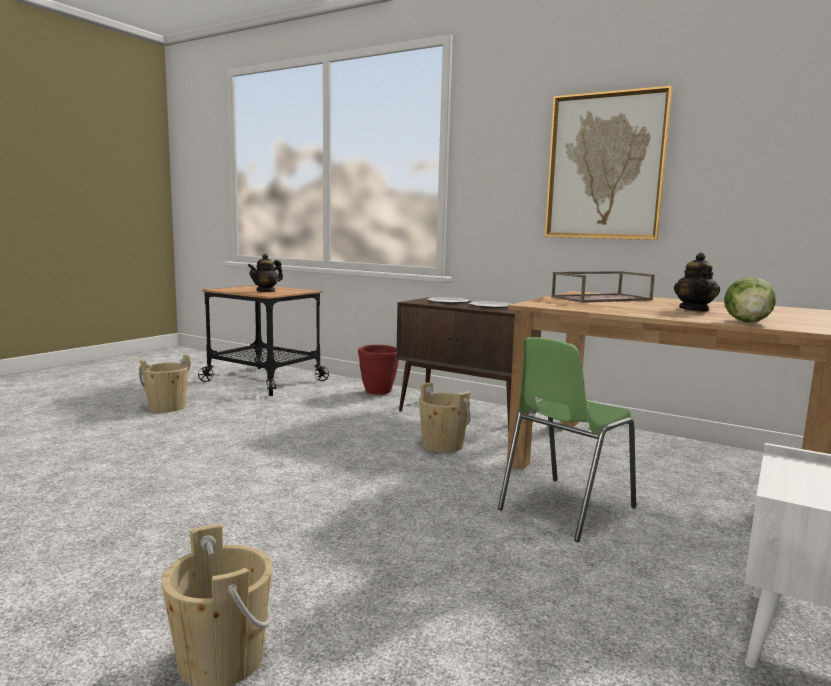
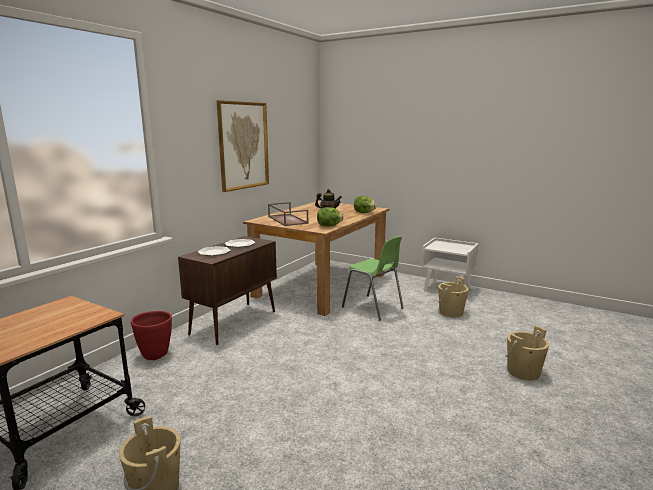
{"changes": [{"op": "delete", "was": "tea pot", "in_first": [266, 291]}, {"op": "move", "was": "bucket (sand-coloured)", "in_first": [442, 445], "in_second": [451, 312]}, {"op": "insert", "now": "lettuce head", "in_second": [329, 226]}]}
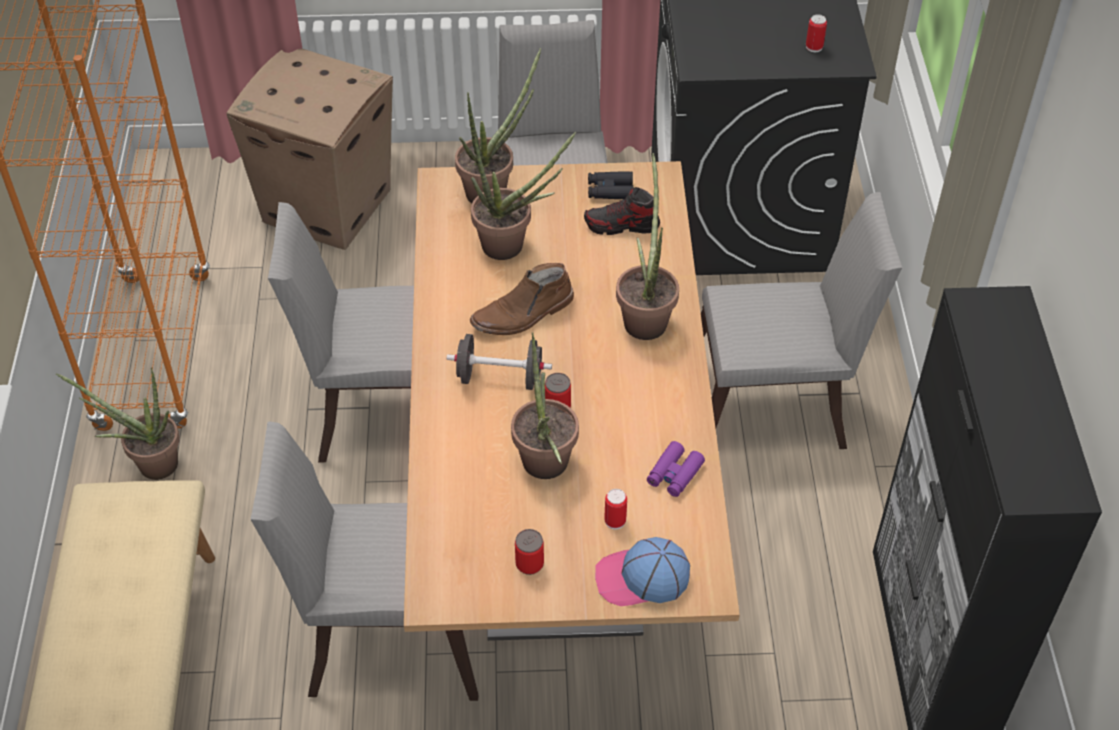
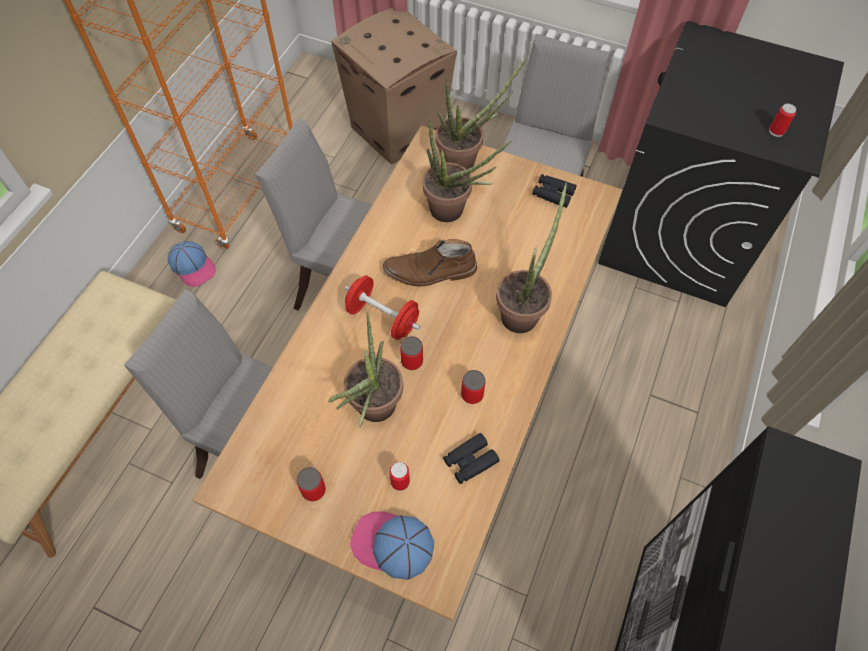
{"changes": [{"op": "delete", "was": "shoe", "in_first": [621, 225]}, {"op": "delete", "was": "upright chair (gray)", "in_first": [775, 403]}, {"op": "recolor", "was": "hand weight (blackish)", "now": "hand weight (red)", "in_first": [500, 378], "in_second": [383, 318]}, {"op": "replace", "was": "plant in a pot", "now": "cap", "in_first": [149, 464], "in_second": [193, 266]}, {"op": "recolor", "was": "binoculars (purple-coloured)", "now": "binoculars (blackish)", "in_first": [674, 474], "in_second": [470, 461]}, {"op": "insert", "now": "metal can", "in_second": [472, 394]}]}
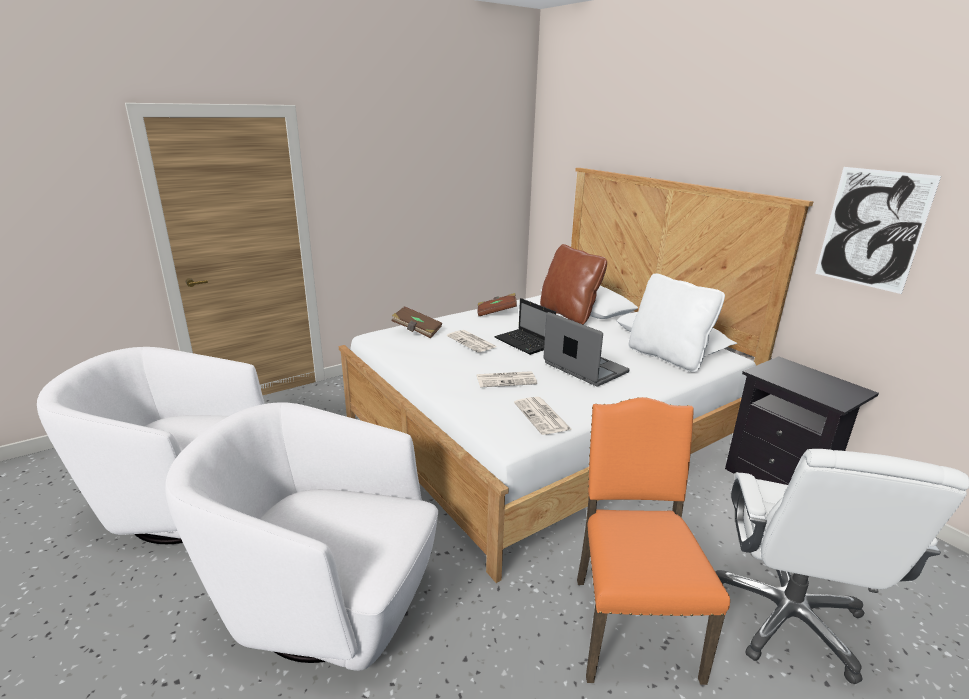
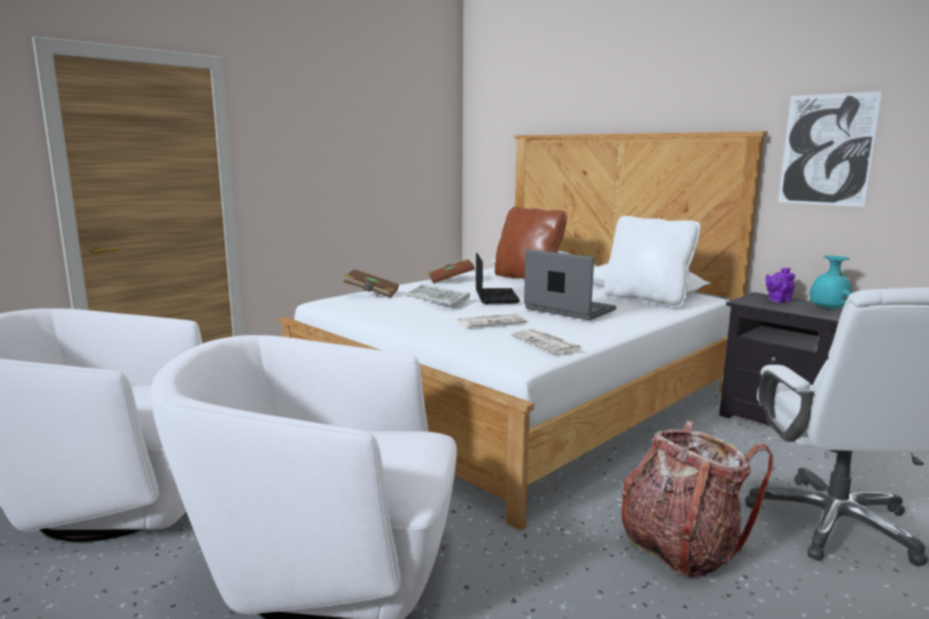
{"changes": [{"op": "rotate", "was": "notebook computer", "in_first": [525, 343], "in_second": [495, 297], "clockwise": -135}, {"op": "replace", "was": "printed paper", "now": "computer keyboard", "in_first": [472, 342], "in_second": [438, 298]}, {"op": "replace", "was": "upright chair (orange)", "now": "knapsack", "in_first": [630, 623], "in_second": [680, 547]}, {"op": "insert", "now": "flower vase (turquoise-coloured)", "in_second": [827, 310]}, {"op": "insert", "now": "tea pot (purple-coloured)", "in_second": [777, 301]}]}
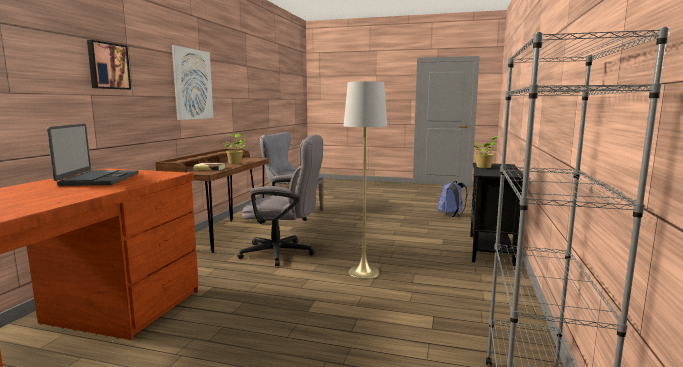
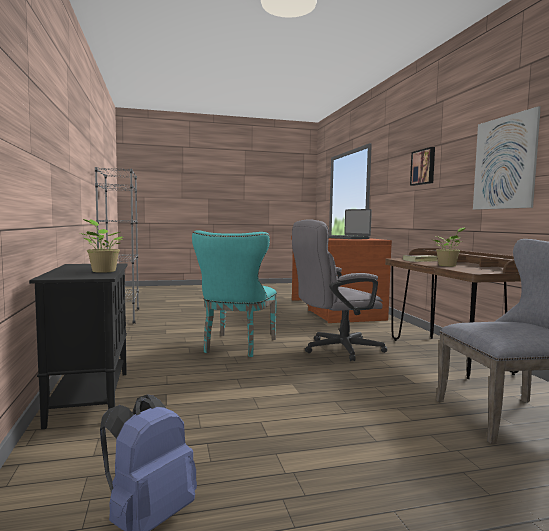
{"changes": [{"op": "replace", "was": "standard lamp (gray)", "now": "upright chair (turquoise-coloured)", "in_first": [363, 273], "in_second": [237, 347]}]}
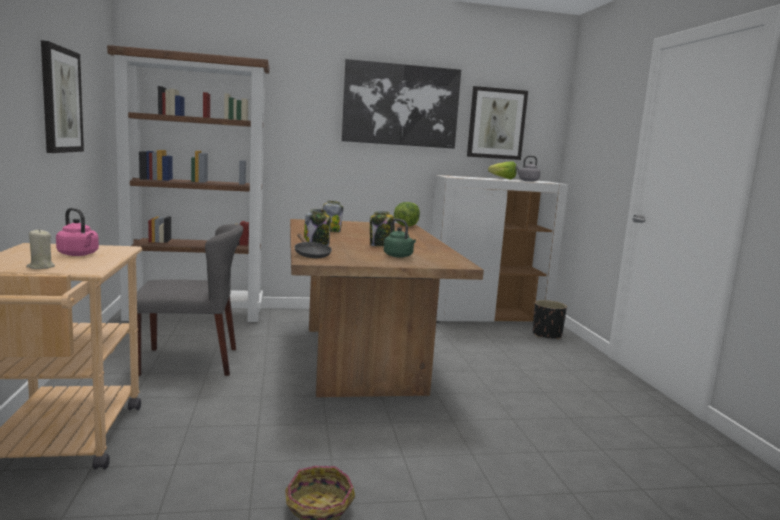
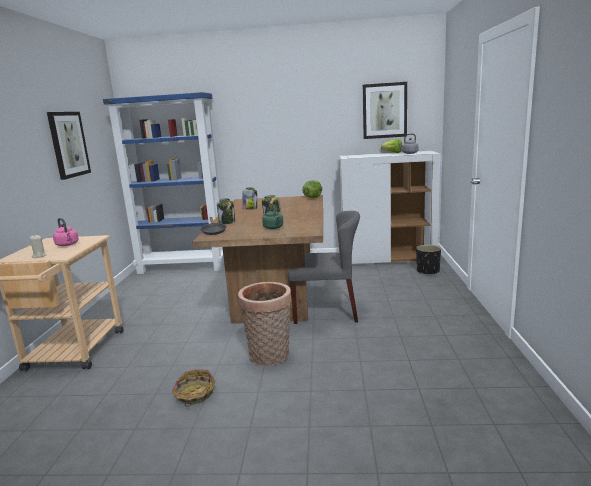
{"changes": [{"op": "recolor", "was": "bookcase (brown-coloured)", "now": "bookcase (bluish)", "in_first": [195, 314], "in_second": [184, 267]}, {"op": "delete", "was": "wall picture", "in_first": [401, 105]}, {"op": "move", "was": "upright chair (gray)", "in_first": [190, 361], "in_second": [326, 311]}, {"op": "insert", "now": "household basket", "in_second": [270, 357]}]}
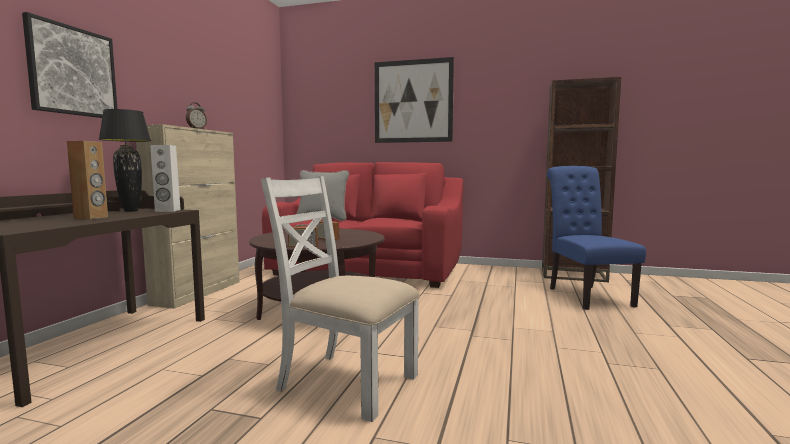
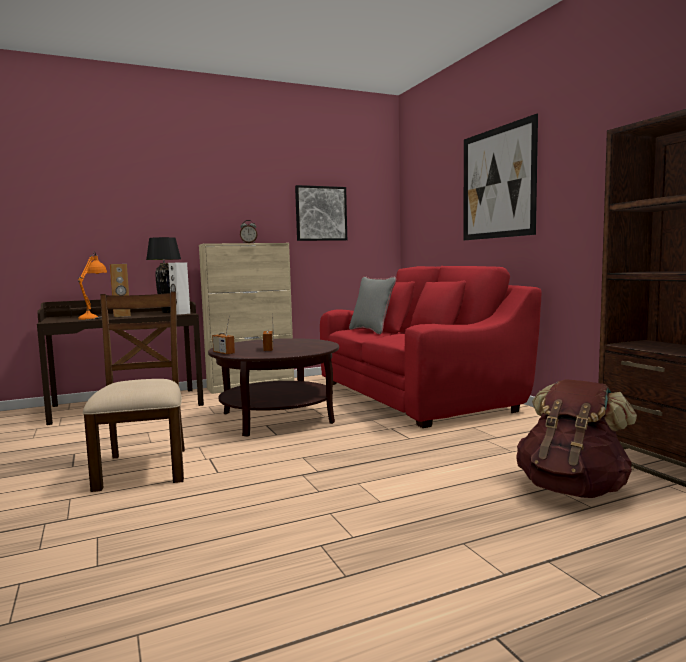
{"changes": [{"op": "move", "was": "wall picture", "in_first": [72, 71], "in_second": [321, 213]}, {"op": "replace", "was": "upright chair (bluish)", "now": "knapsack (brown-coloured)", "in_first": [586, 295], "in_second": [572, 489]}, {"op": "recolor", "was": "upright chair (white-coloured)", "now": "upright chair (brown-coloured)", "in_first": [346, 382], "in_second": [144, 468]}, {"op": "insert", "now": "lamp for a table (orange)", "in_second": [94, 317]}]}
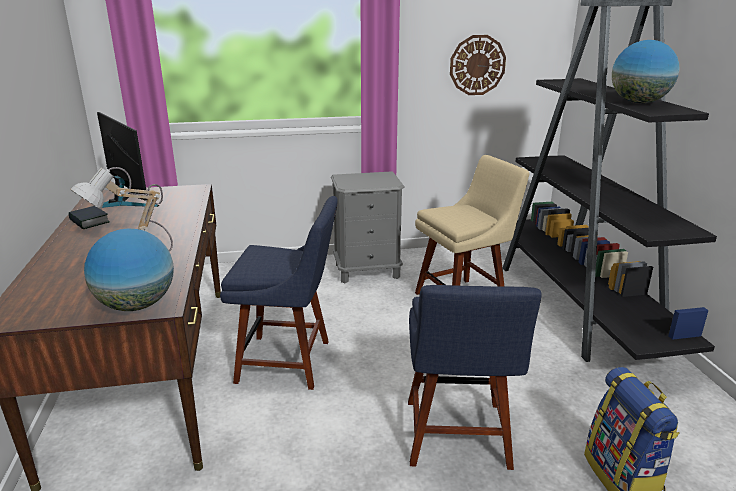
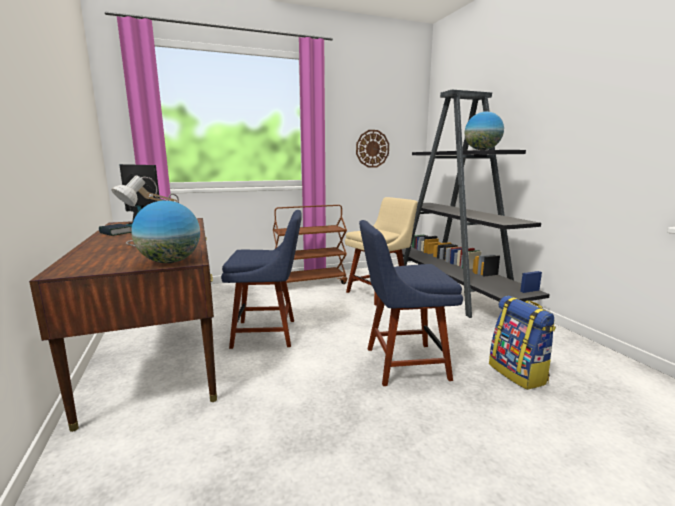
{"changes": [{"op": "replace", "was": "nightstand (gray)", "now": "wheeled cart (brown-coloured)", "in_first": [367, 271], "in_second": [310, 283]}, {"op": "rotate", "was": "upright chair (bluish)", "in_first": [457, 438], "in_second": [401, 364], "clockwise": 90}]}
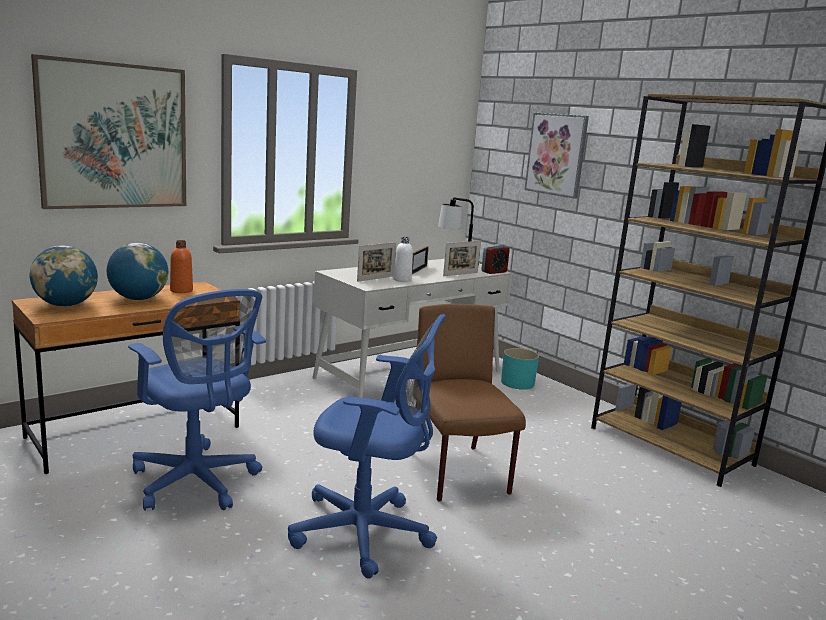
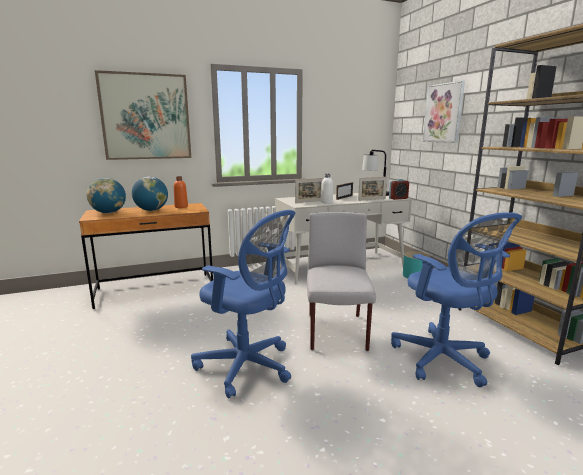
{"changes": [{"op": "move", "was": "desk chair (bluish)", "in_first": [197, 483], "in_second": [443, 360]}, {"op": "recolor", "was": "upright chair (brown-coloured)", "now": "upright chair (gray)", "in_first": [458, 474], "in_second": [337, 332]}]}
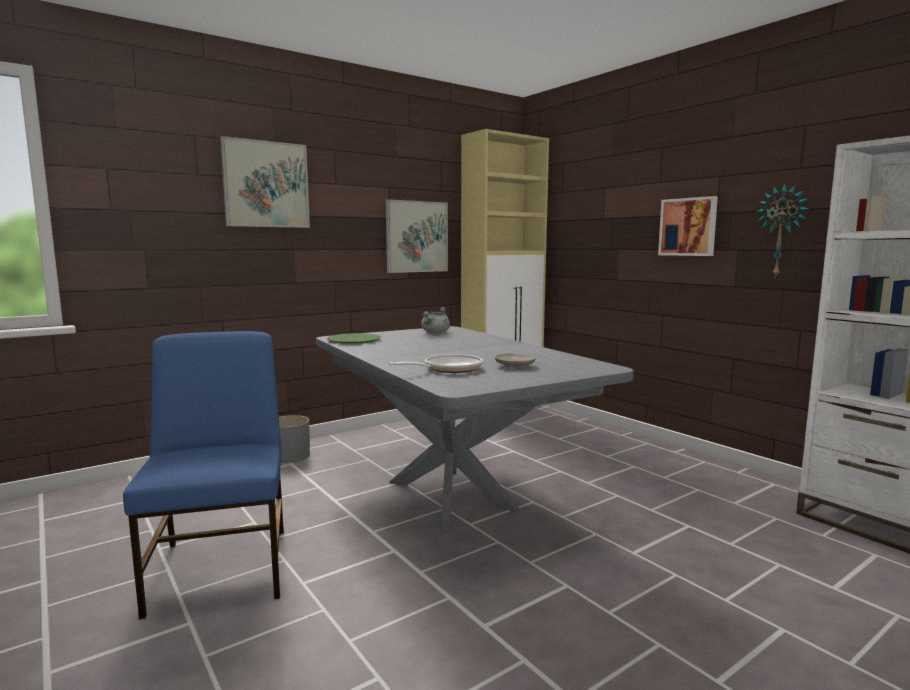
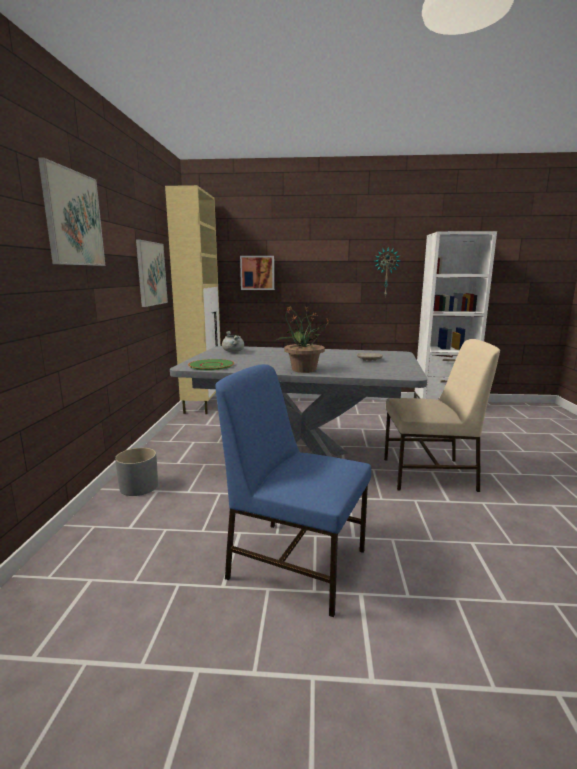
{"changes": [{"op": "move", "was": "wall picture", "in_first": [688, 227], "in_second": [257, 273]}, {"op": "delete", "was": "pan", "in_first": [448, 369]}, {"op": "insert", "now": "plant in a pot", "in_second": [303, 370]}, {"op": "insert", "now": "upright chair (sand-coloured)", "in_second": [430, 474]}]}
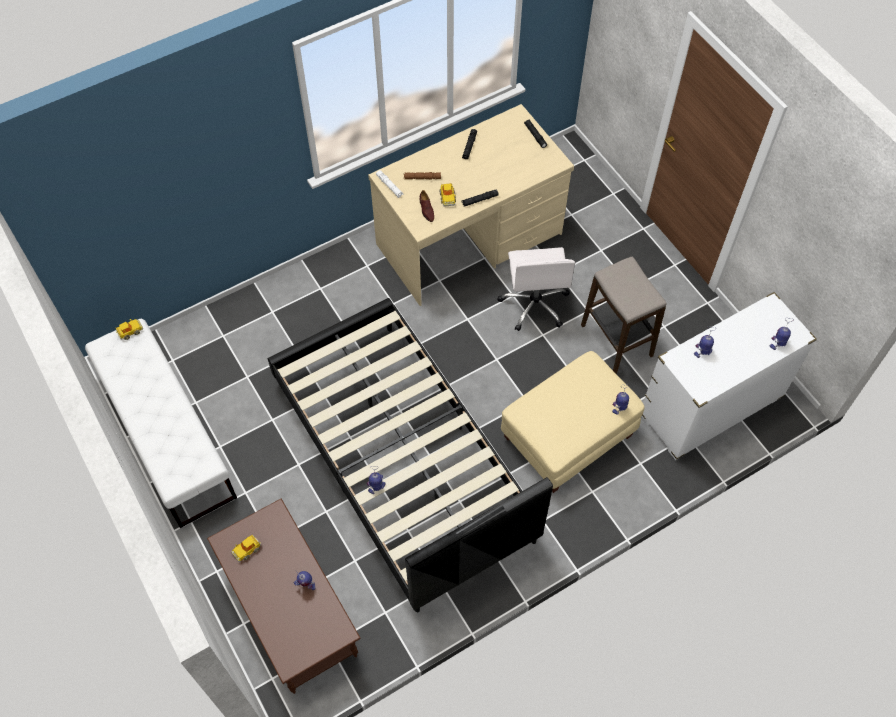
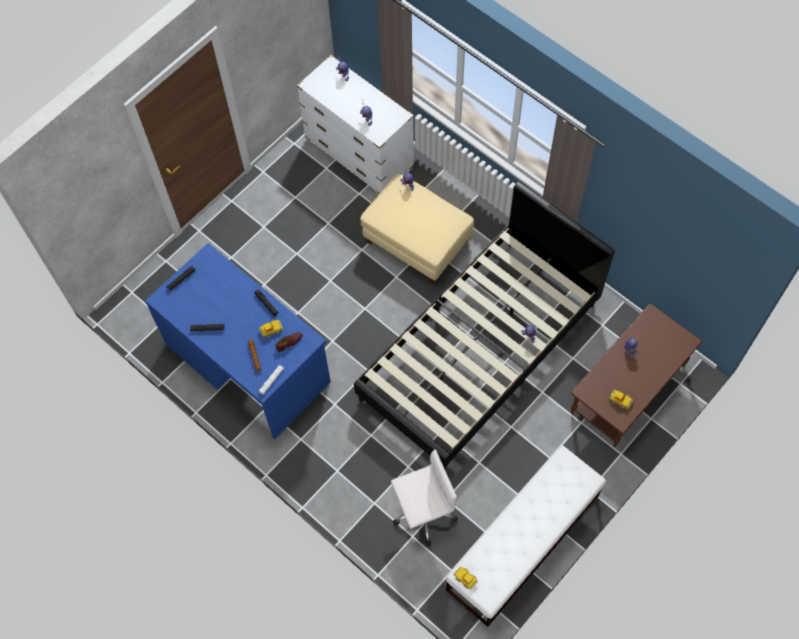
{"changes": [{"op": "recolor", "was": "desk table (sand-coloured)", "now": "desk table (bluish)", "in_first": [470, 240], "in_second": [248, 362]}, {"op": "move", "was": "desk chair (white-coloured)", "in_first": [534, 304], "in_second": [422, 511]}, {"op": "delete", "was": "sitting stool", "in_first": [616, 340]}]}
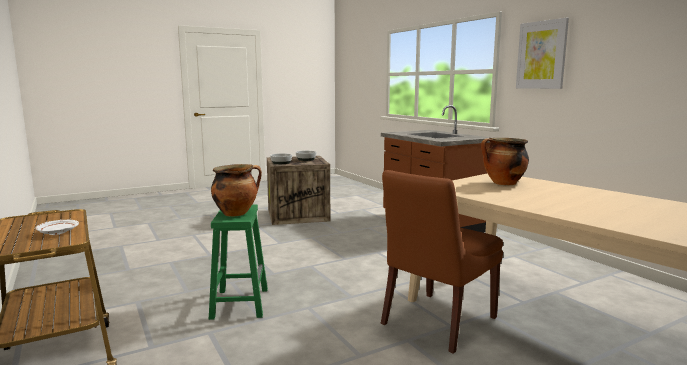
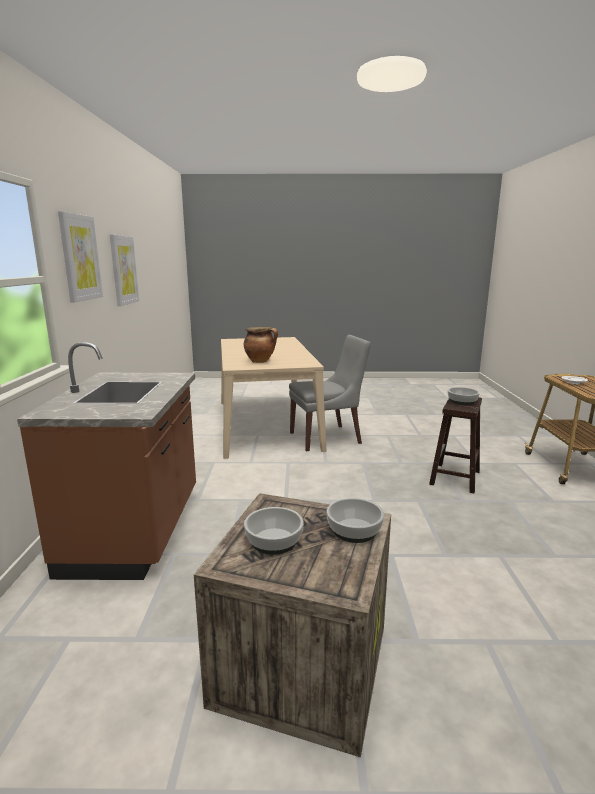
{"changes": [{"op": "replace", "was": "cooking pot", "now": "deep dish", "in_first": [236, 213], "in_second": [462, 401]}, {"op": "recolor", "was": "upright chair (brown-coloured)", "now": "upright chair (gray)", "in_first": [436, 322], "in_second": [327, 438]}, {"op": "recolor", "was": "sitting stool (greenish)", "now": "sitting stool (brown-coloured)", "in_first": [240, 303], "in_second": [455, 478]}, {"op": "insert", "now": "wall picture", "in_second": [123, 270]}]}
